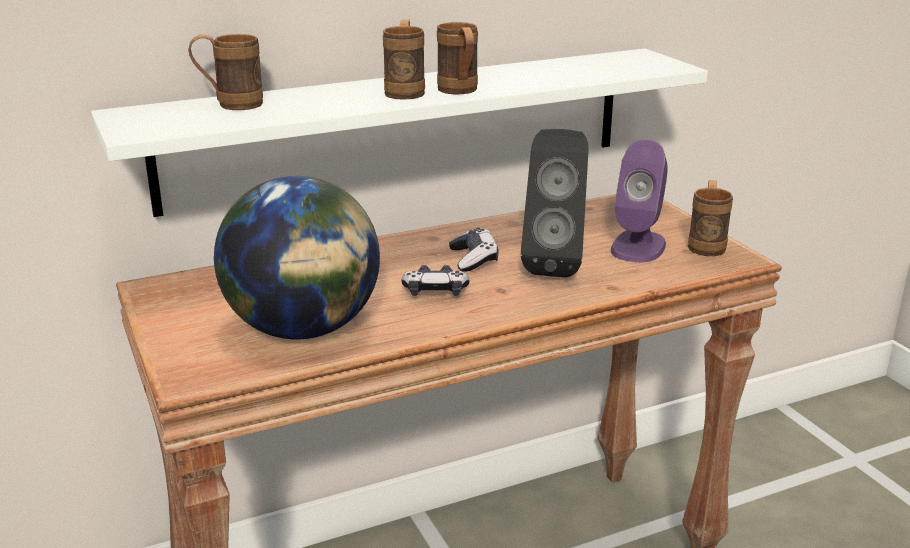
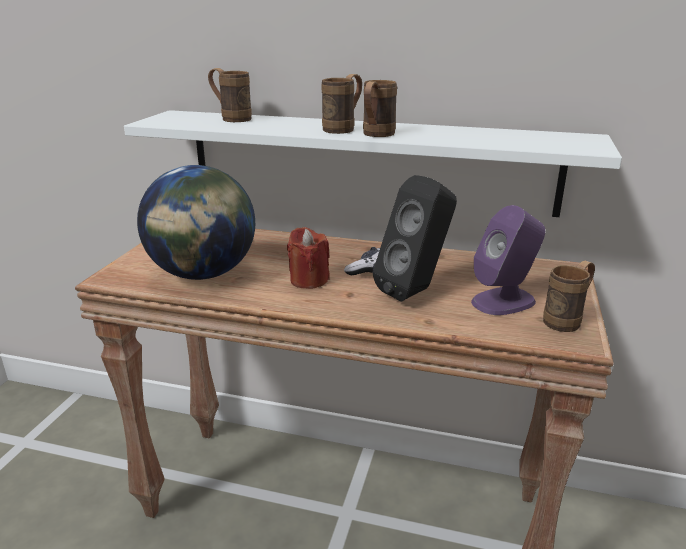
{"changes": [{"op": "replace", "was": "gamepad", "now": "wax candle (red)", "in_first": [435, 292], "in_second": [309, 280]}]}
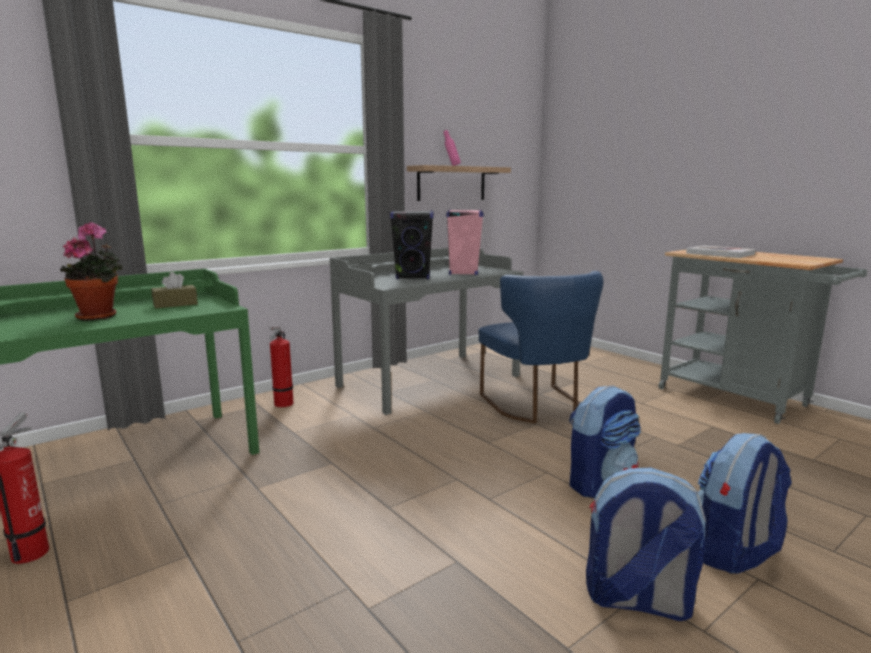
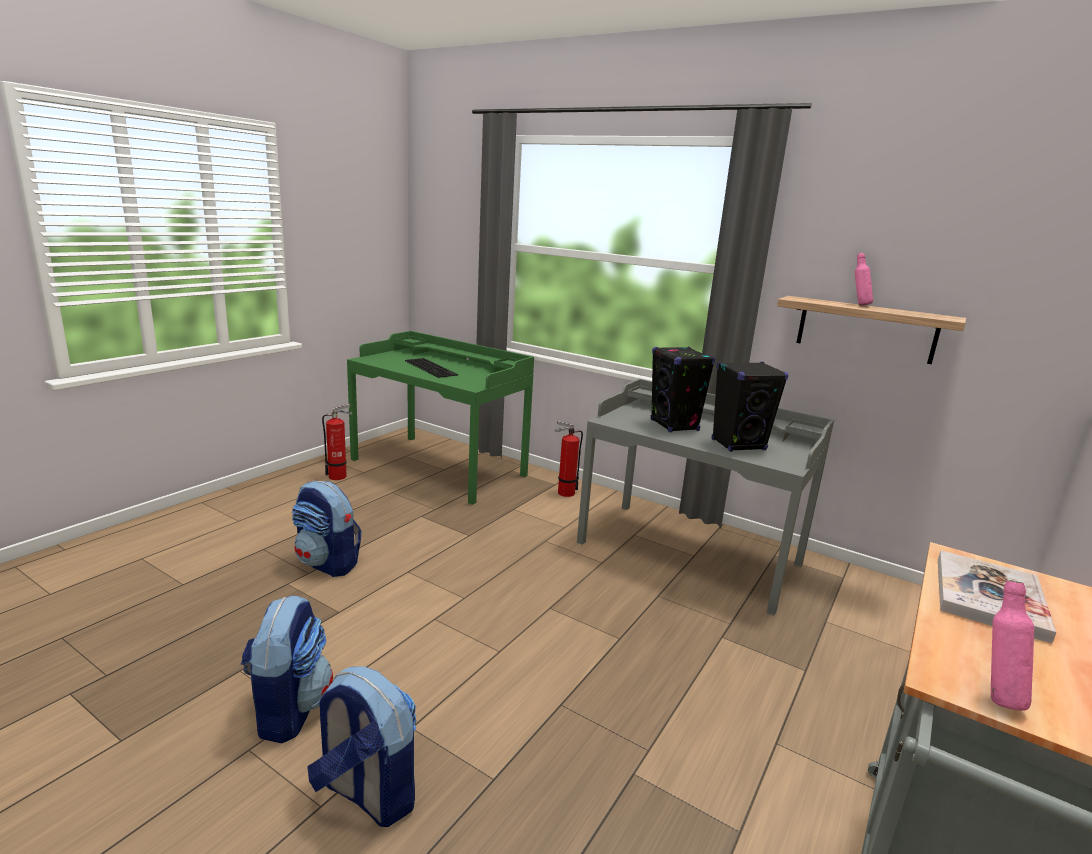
{"changes": [{"op": "recolor", "was": "speaker (pink)", "now": "speaker (blackish)", "in_first": [463, 273], "in_second": [738, 445]}, {"op": "replace", "was": "plant in a pot", "now": "computer keyboard", "in_first": [100, 316], "in_second": [432, 368]}, {"op": "delete", "was": "upright chair (bluish)", "in_first": [537, 406]}, {"op": "delete", "was": "tissue box (brown-coloured)", "in_first": [175, 304]}, {"op": "move", "was": "knapsack", "in_first": [600, 482], "in_second": [328, 563]}, {"op": "insert", "now": "beverage bottle (pink)", "in_second": [996, 696]}]}
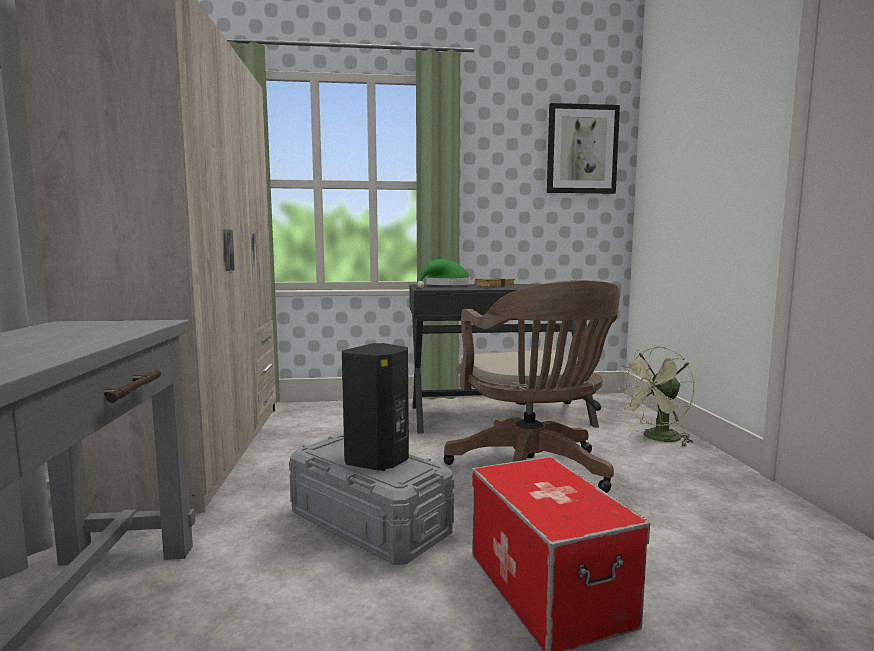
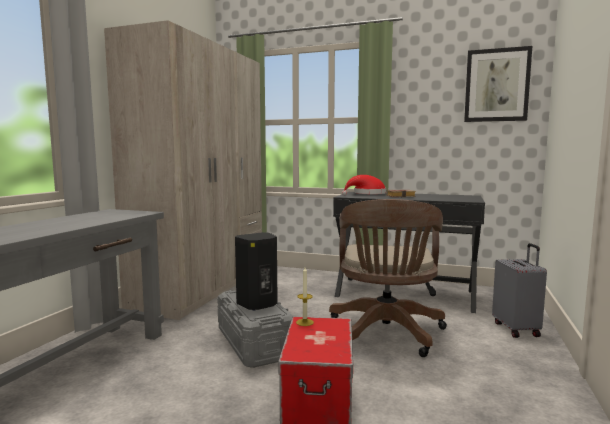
{"changes": [{"op": "recolor", "was": "hat (greenish)", "now": "hat (red)", "in_first": [445, 286], "in_second": [367, 194]}, {"op": "replace", "was": "electric fan (greenish)", "now": "piece of luggage (gray)", "in_first": [657, 438], "in_second": [517, 329]}, {"op": "insert", "now": "wax candle", "in_second": [304, 322]}]}
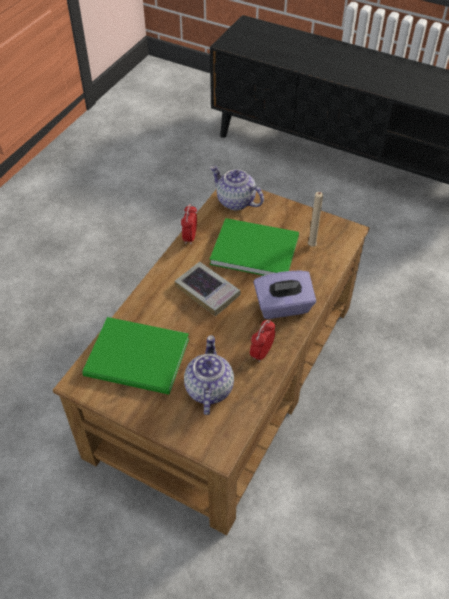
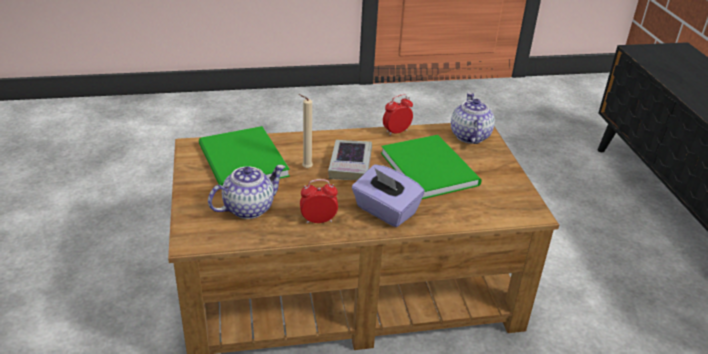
{"changes": [{"op": "move", "was": "wax candle (sand-coloured)", "in_first": [311, 247], "in_second": [305, 168]}]}
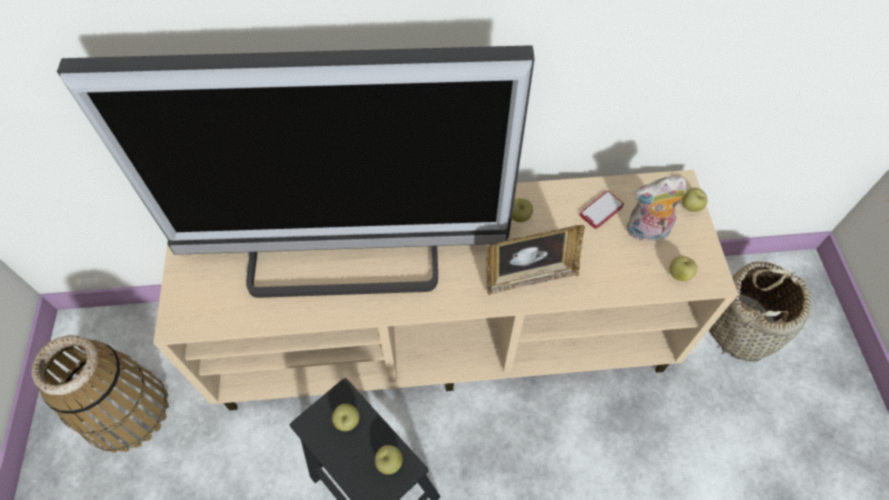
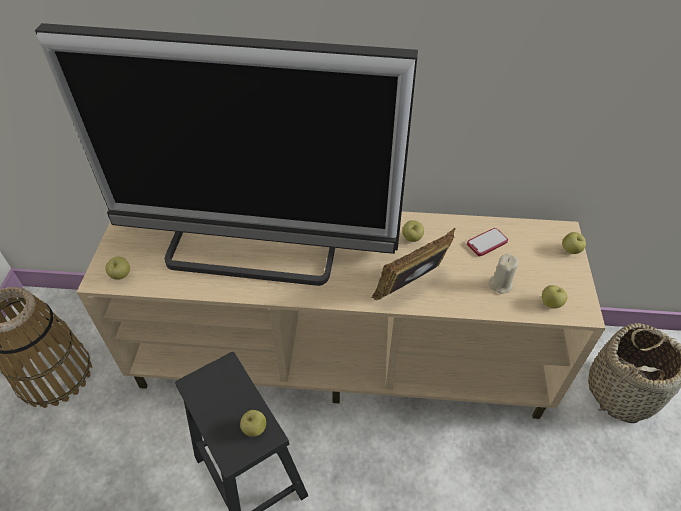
{"changes": [{"op": "delete", "was": "plush toy", "in_first": [646, 232]}, {"op": "rotate", "was": "picture frame", "in_first": [529, 277], "in_second": [411, 286], "clockwise": 150}, {"op": "move", "was": "apple", "in_first": [347, 421], "in_second": [121, 275]}, {"op": "insert", "now": "wax candle (sand-coloured)", "in_second": [500, 284]}]}
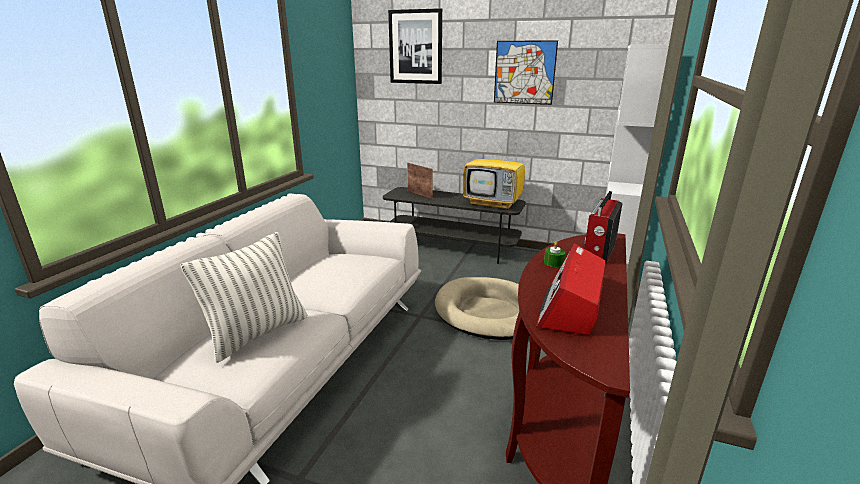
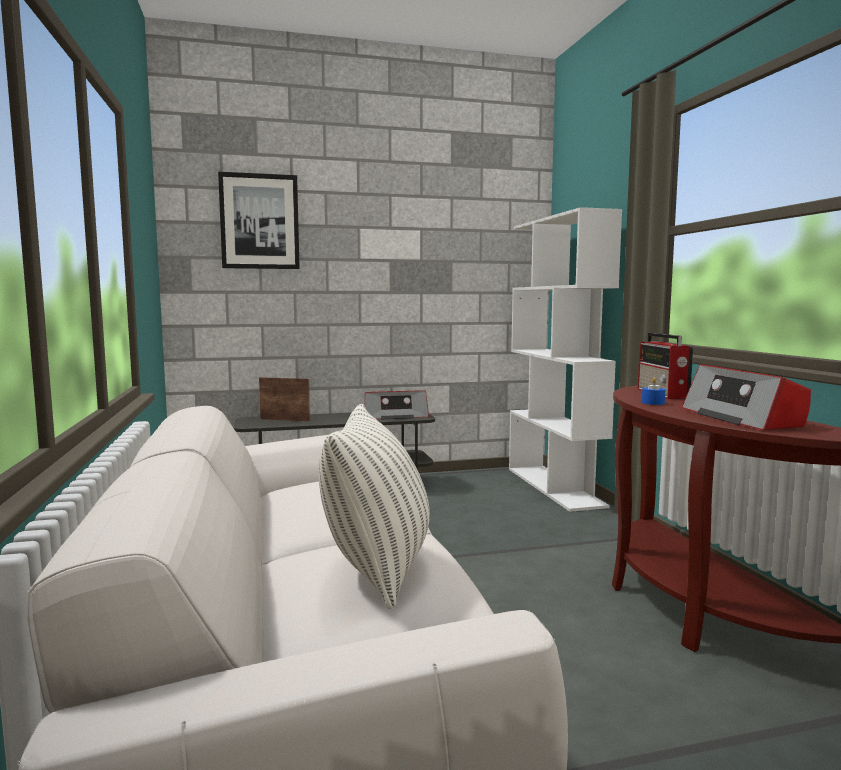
{"changes": [{"op": "delete", "was": "wall picture", "in_first": [524, 72]}, {"op": "replace", "was": "TV", "now": "radio", "in_first": [494, 204], "in_second": [395, 416]}, {"op": "recolor", "was": "wax candle (greenish)", "now": "wax candle (bluish)", "in_first": [553, 262], "in_second": [653, 403]}, {"op": "delete", "was": "dog bed (sand-coloured)", "in_first": [490, 312]}]}
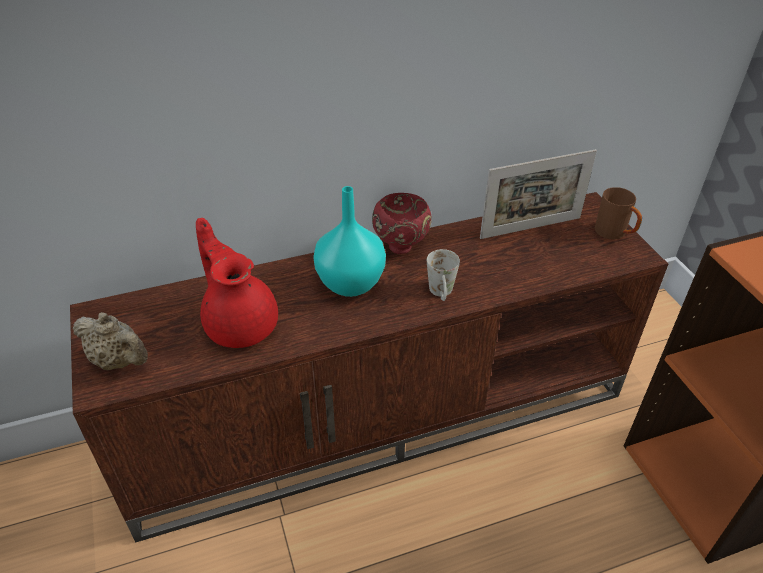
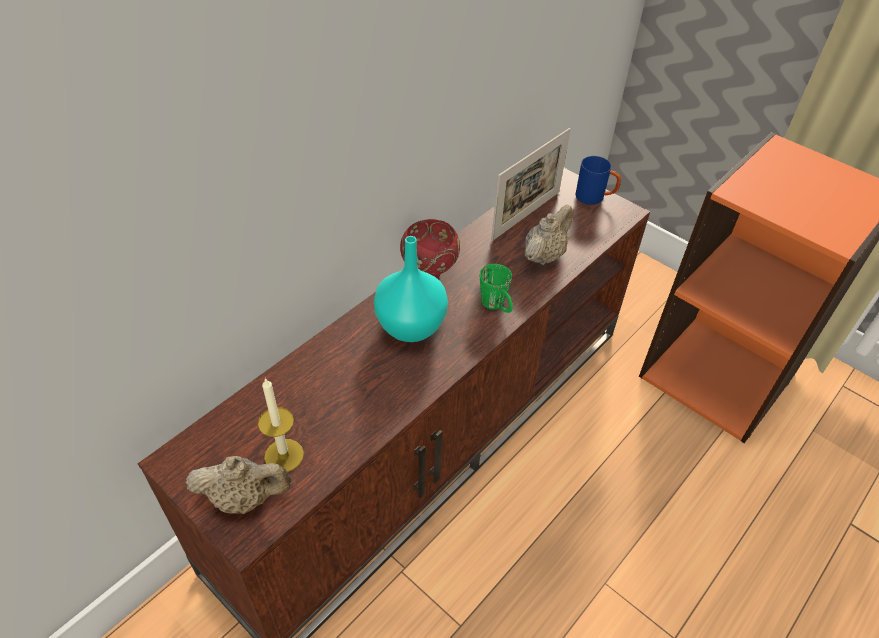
{"changes": [{"op": "recolor", "was": "coffee mug (brown-coloured)", "now": "coffee mug (bluish)", "in_first": [615, 234], "in_second": [595, 198]}, {"op": "delete", "was": "tea pot (red)", "in_first": [240, 323]}, {"op": "recolor", "was": "coffee mug (white-coloured)", "now": "coffee mug (greenish)", "in_first": [441, 294], "in_second": [497, 306]}, {"op": "insert", "now": "tea pot (sand-coloured)", "in_second": [544, 255]}, {"op": "insert", "now": "wax candle", "in_second": [284, 455]}]}
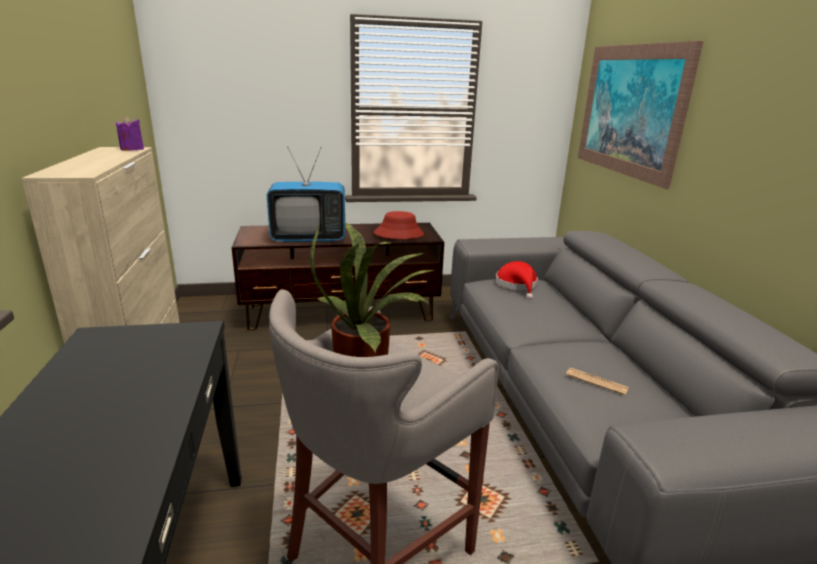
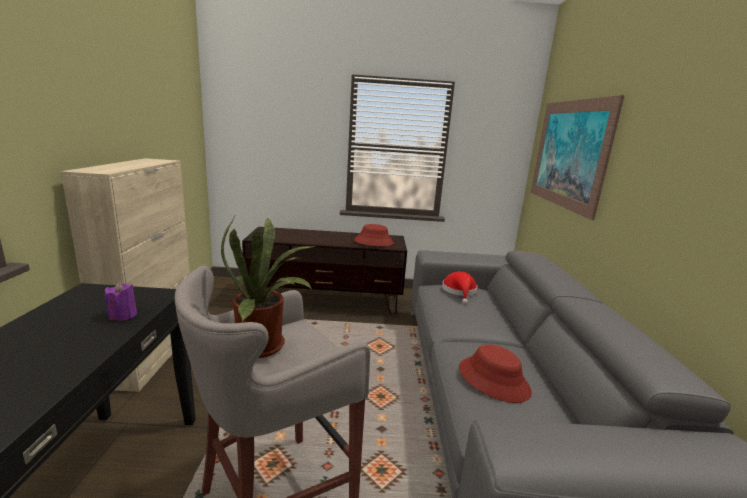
{"changes": [{"op": "move", "was": "wax candle (purple-coloured)", "in_first": [132, 149], "in_second": [123, 315]}, {"op": "delete", "was": "TV", "in_first": [309, 238]}, {"op": "replace", "was": "printed paper", "now": "hat (red)", "in_first": [596, 382], "in_second": [493, 380]}]}
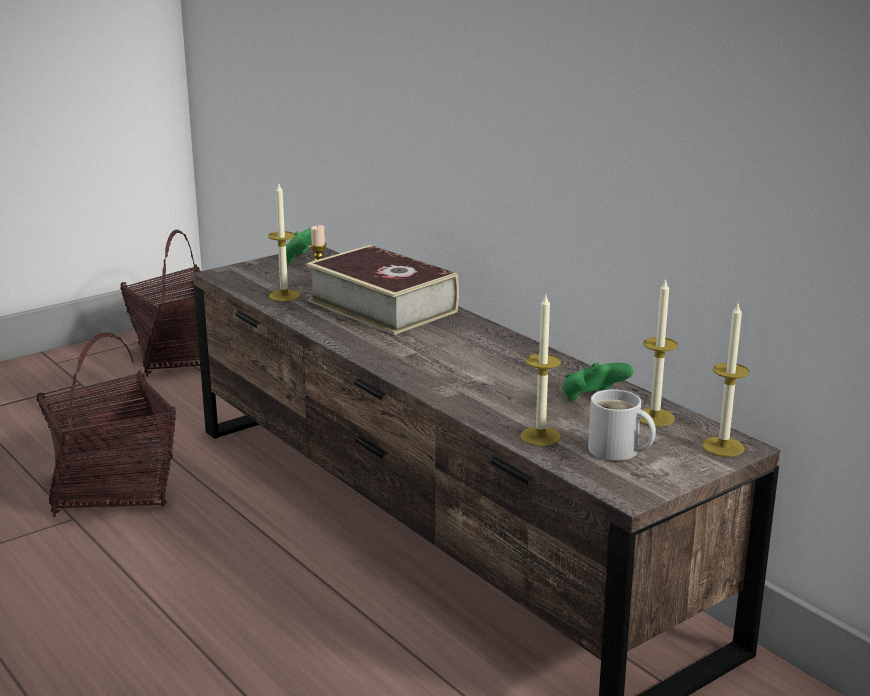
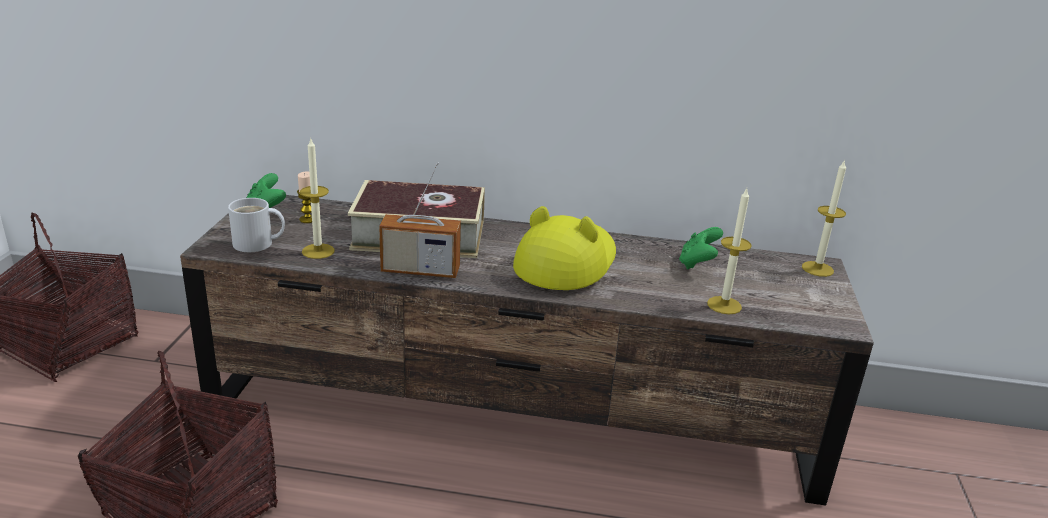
{"changes": [{"op": "delete", "was": "wax candle", "in_first": [654, 417]}, {"op": "move", "was": "coffee mug (white-coloured)", "in_first": [617, 451], "in_second": [256, 244]}, {"op": "insert", "now": "radio", "in_second": [420, 270]}, {"op": "insert", "now": "hat (yellowish)", "in_second": [566, 262]}]}
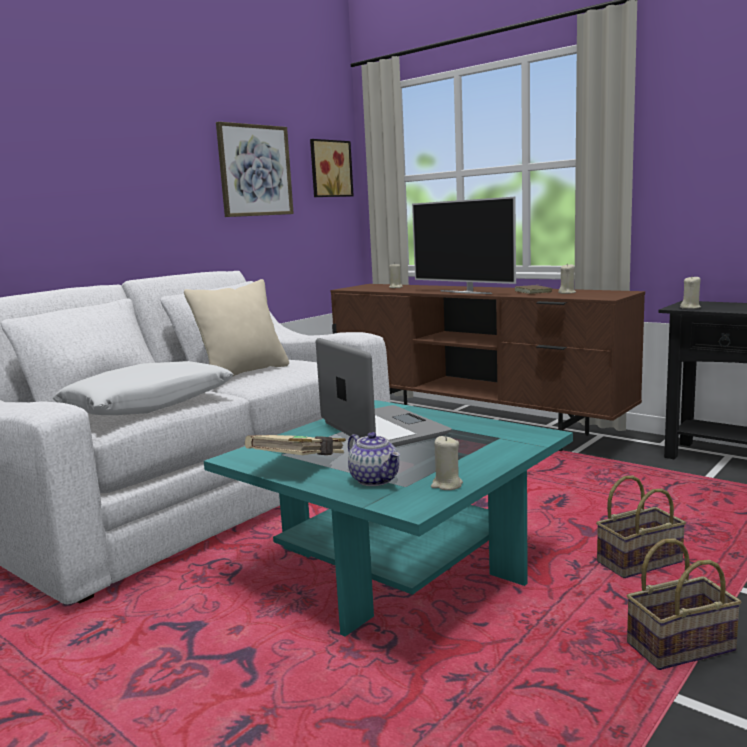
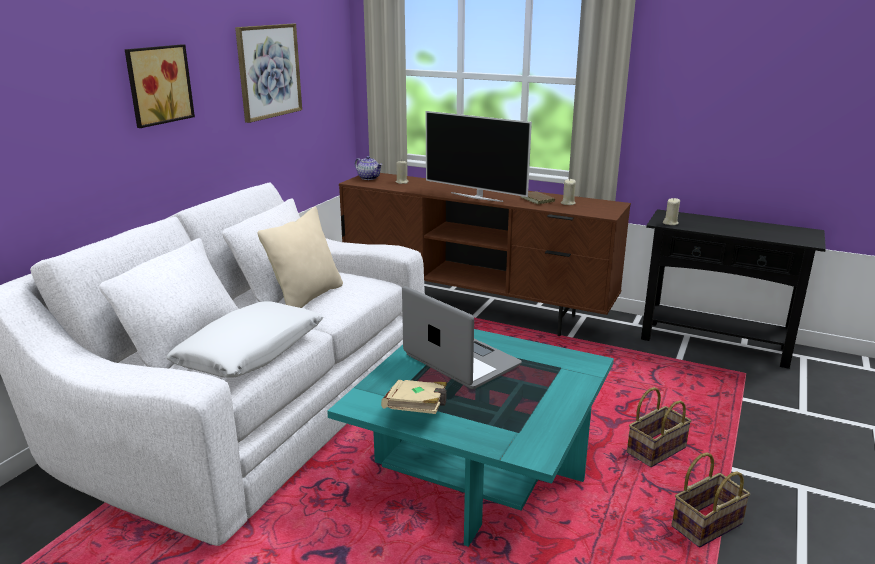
{"changes": [{"op": "move", "was": "wall picture", "in_first": [329, 169], "in_second": [157, 85]}, {"op": "move", "was": "tea pot", "in_first": [375, 480], "in_second": [369, 178]}, {"op": "delete", "was": "wax candle (sand-coloured)", "in_first": [446, 485]}]}
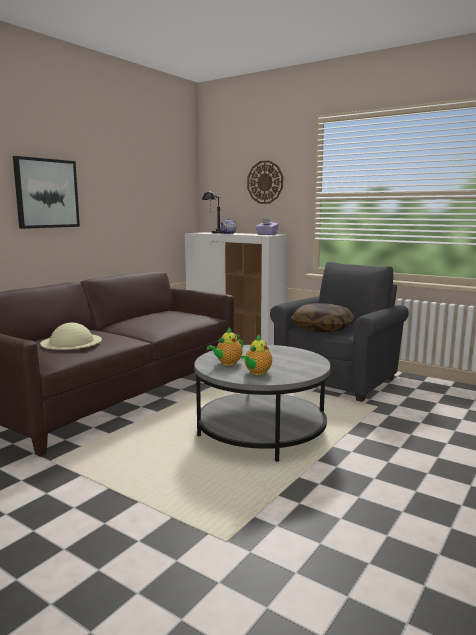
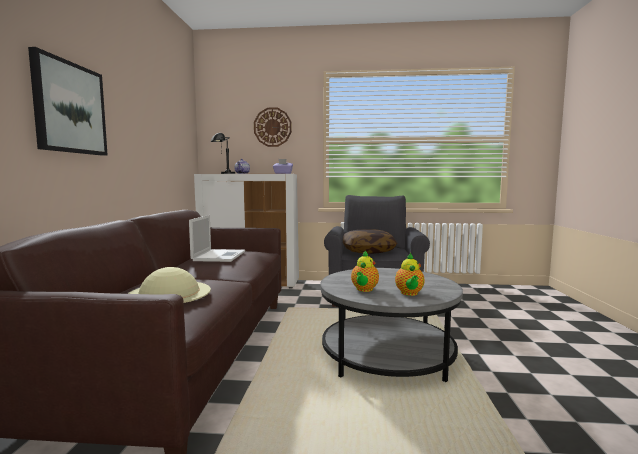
{"changes": [{"op": "insert", "now": "notebook computer", "in_second": [219, 256]}]}
